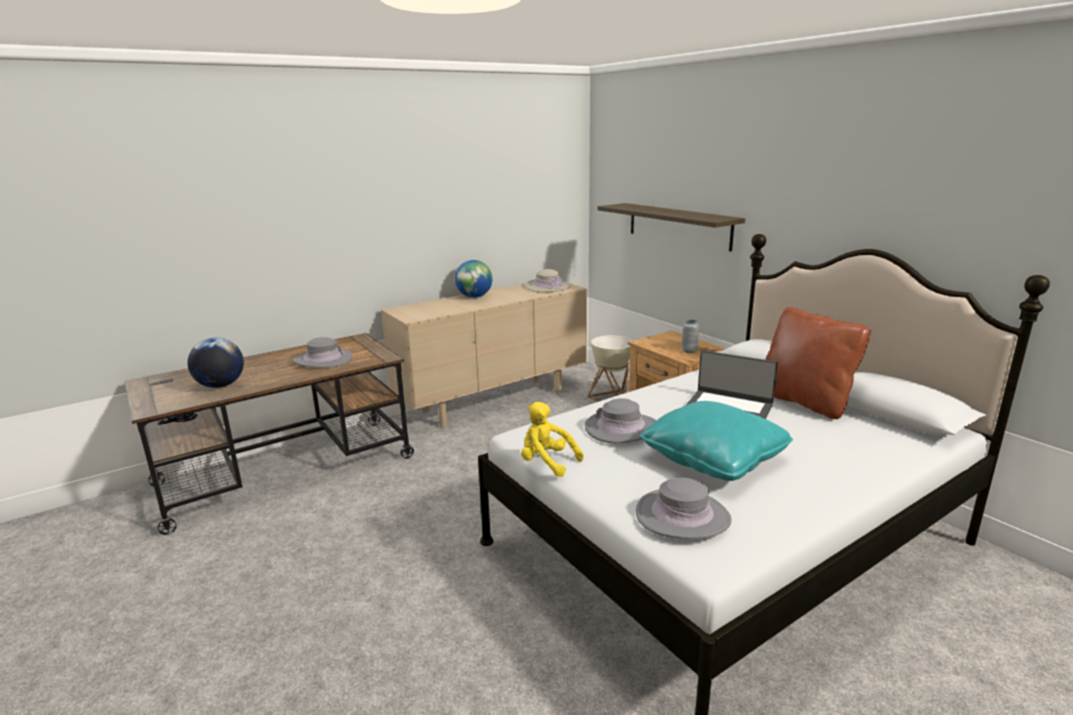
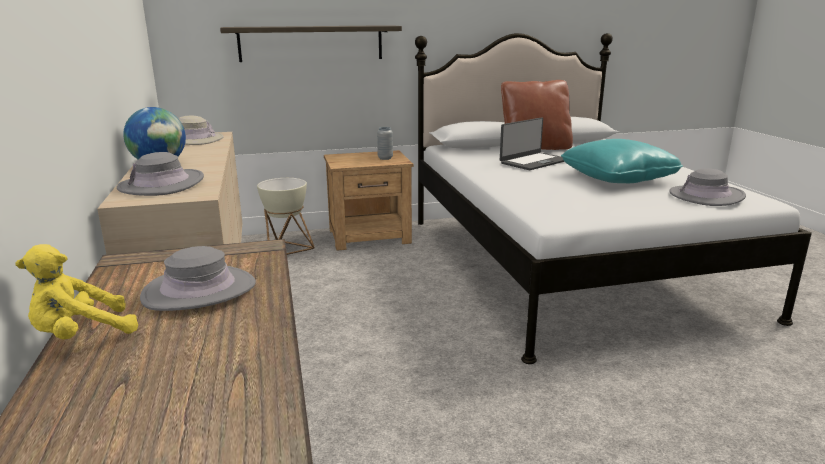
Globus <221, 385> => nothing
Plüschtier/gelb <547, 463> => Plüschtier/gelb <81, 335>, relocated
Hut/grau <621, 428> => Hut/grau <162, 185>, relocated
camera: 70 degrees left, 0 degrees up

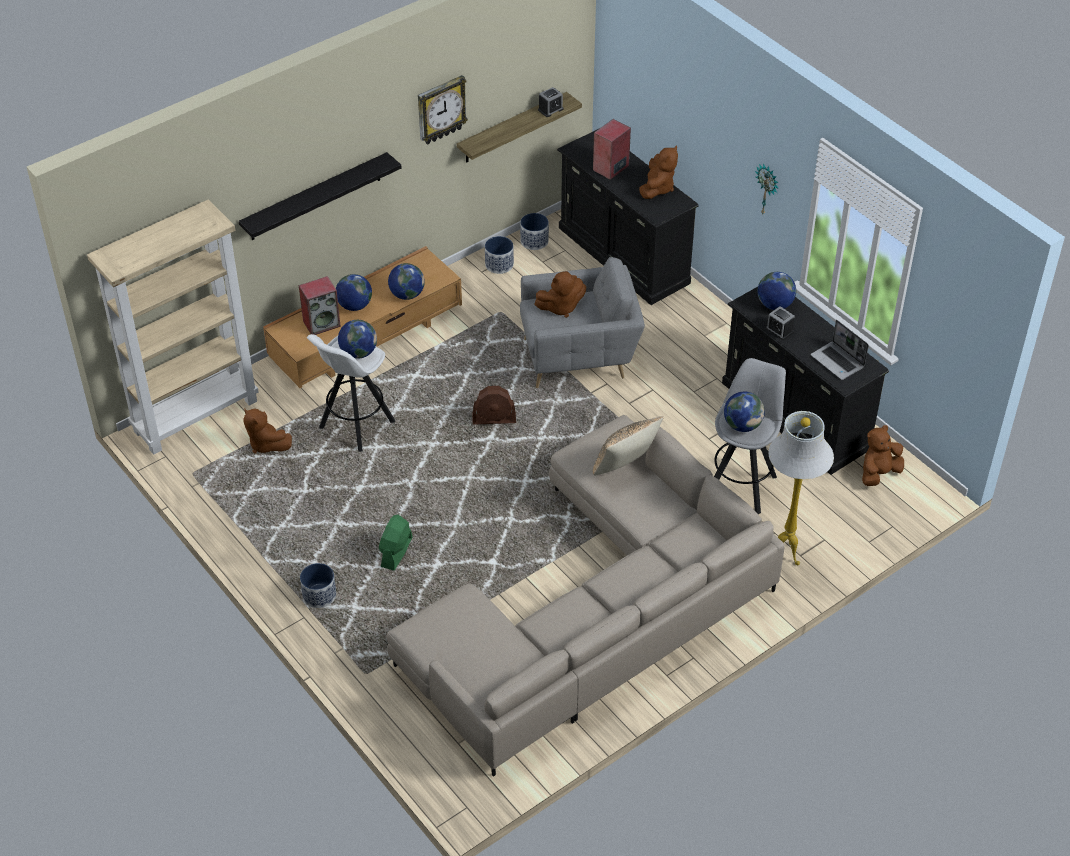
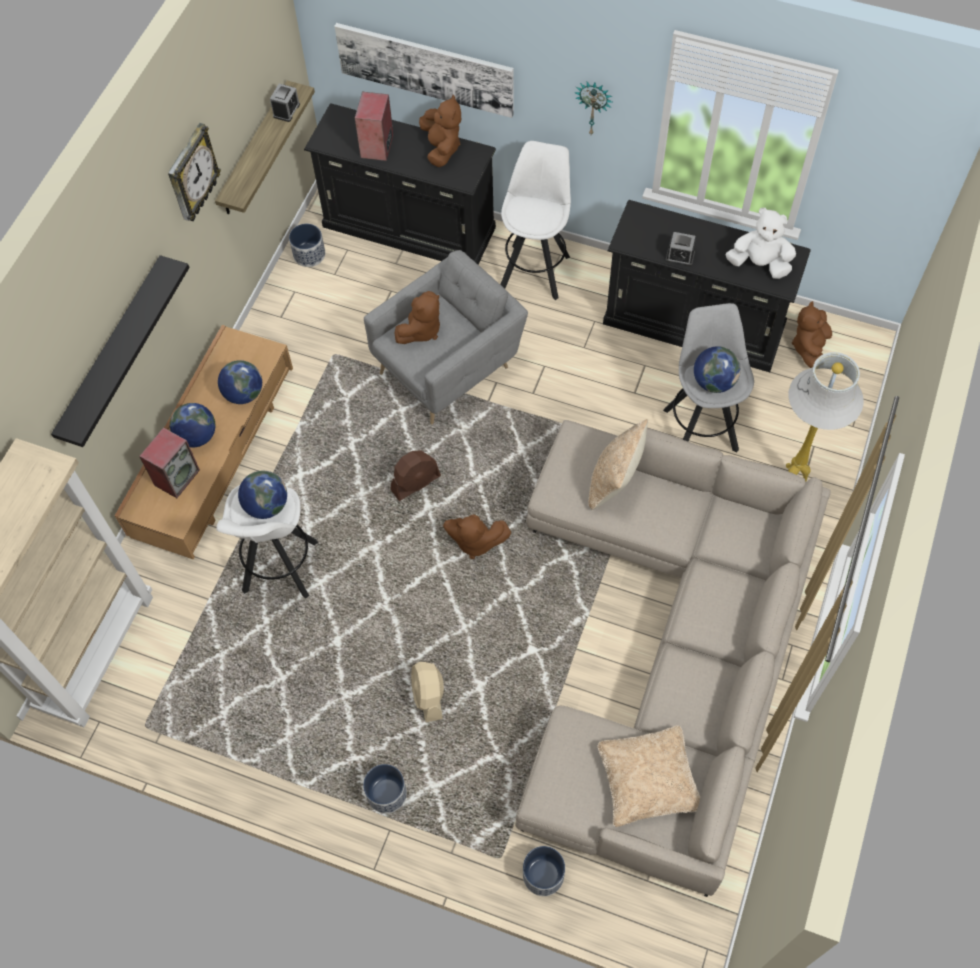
Plüschtier/braun <266, 444> => Plüschtier/braun <475, 541>, relocated
Ventilator/grün <396, 552> => Ventilator/beige <429, 695>
Pflanzkübel <499, 264> => Pflanzkübel <543, 875>, relocated
Globus <774, 305> => nothing
Laptop <838, 361> => Plüschtier/weiß <759, 264>
nothing => Bild <425, 68>
nothing => Hocker/weiß <536, 270>
nothing => Kissen/beige <647, 779>
camera: 30 degrees left, 15 degrees up

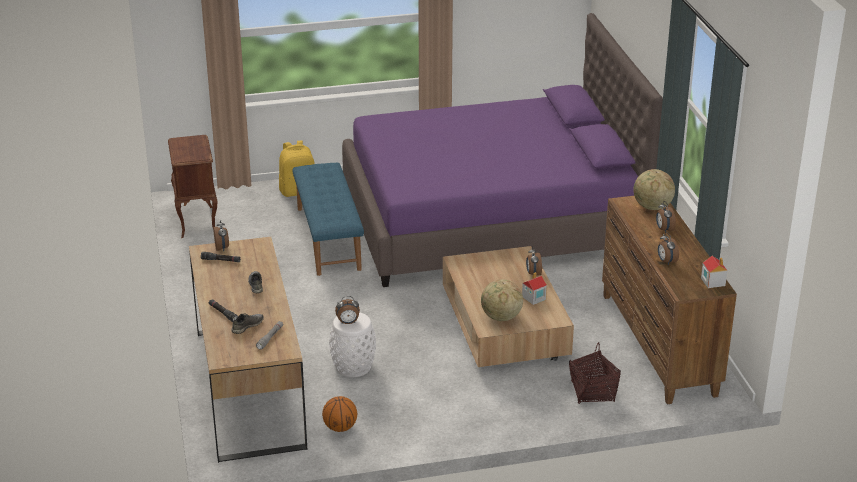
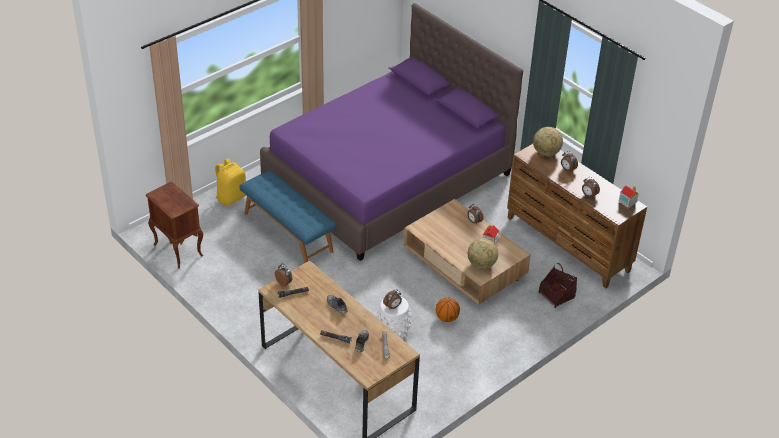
Basketball <340, 428> => Basketball <447, 318>, relocated
camera: 30 degrees left, 10 degrees up

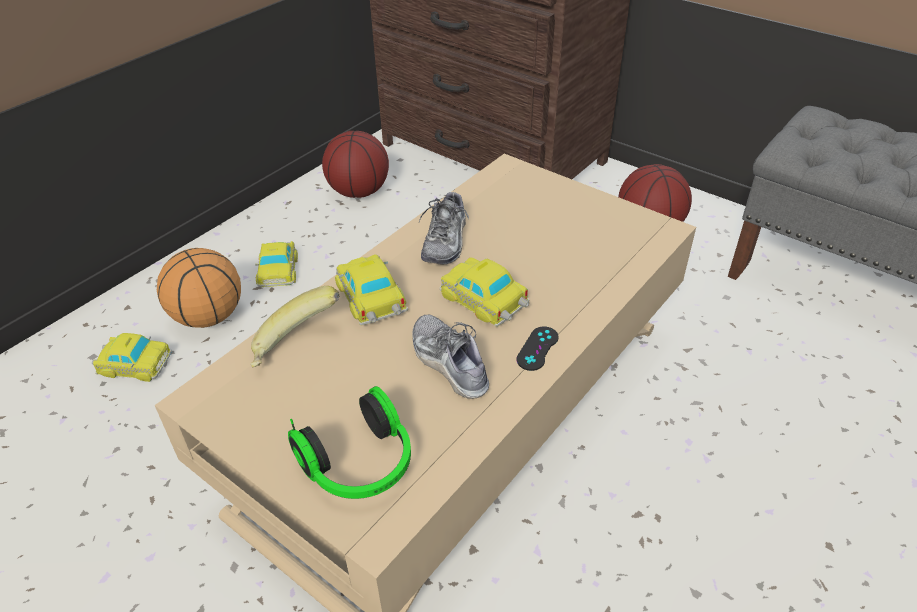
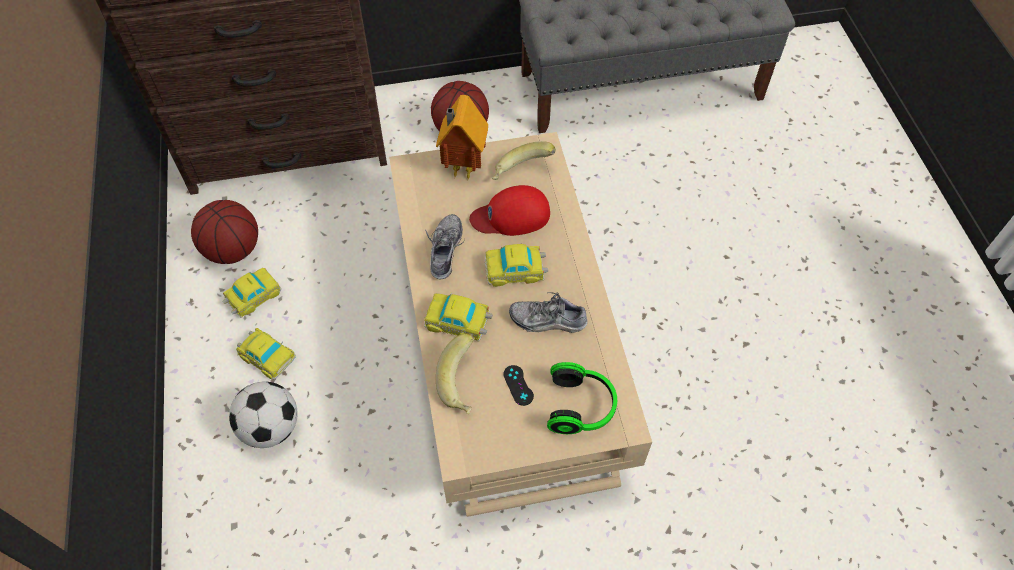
Spielzeugauto <133, 364> => Spielzeugauto <252, 296>, relocated
Basketball <209, 316> => Fußball <271, 427>
Schuh <445, 241> => Schuh <445, 250>, 135 degrees counterclockwise
Gamepad/schwarz <537, 348> => Gamepad/schwarz <518, 385>, relocated
nothing => Spielzeughaus <461, 167>
nothing => Kappe/rot <511, 215>
nothing => Banane <522, 173>
camera: 50 degrees left, 15 degrees up

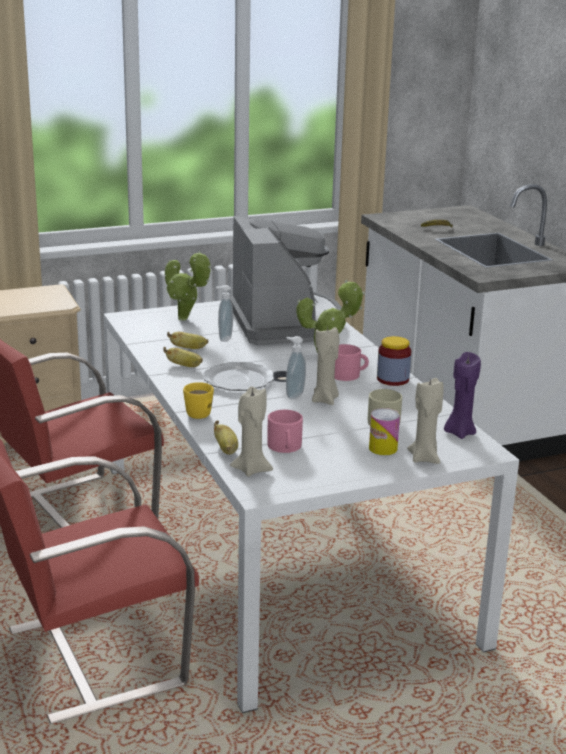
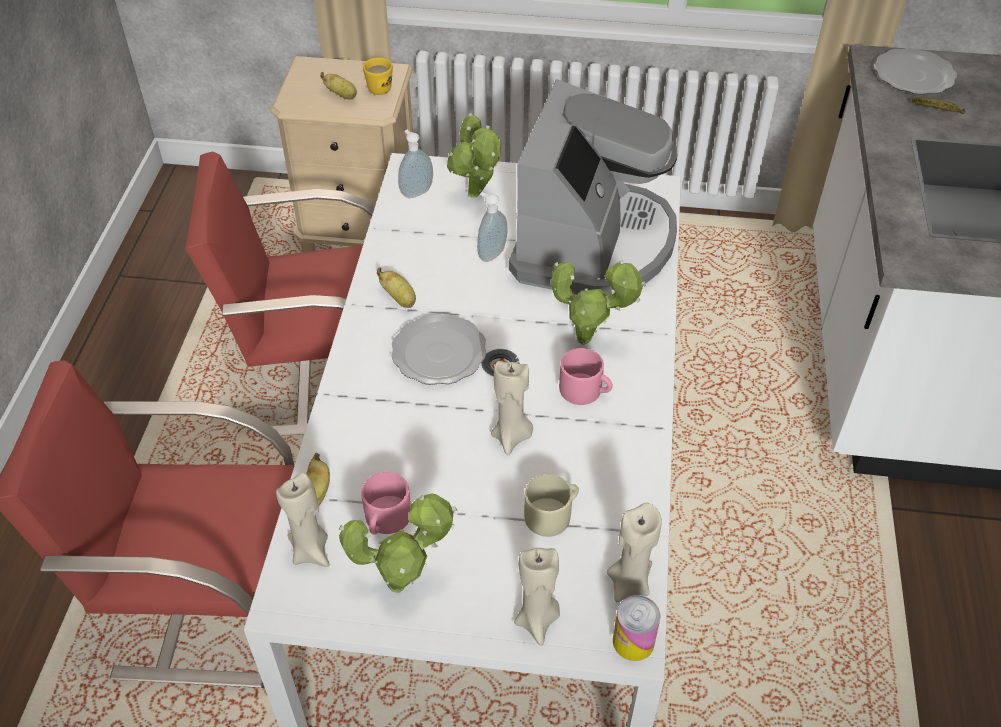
Banane <189, 348> => Banane <342, 95>, relocated
Henkelbecher/gelb <197, 412> => Henkelbecher/gelb <381, 86>, relocated
Seifenspender <293, 395> => Seifenspender <415, 191>, relocated
Dose <383, 448> => Dose <633, 641>, relocated
Vorratsglas <392, 379> => nothing
Kerze/lila <459, 432> => Kerze/beige <629, 582>
nothing => Topfpflanze <403, 583>
nothing => Teller <914, 75>
camera: 30 degrees right, 25 degrees up

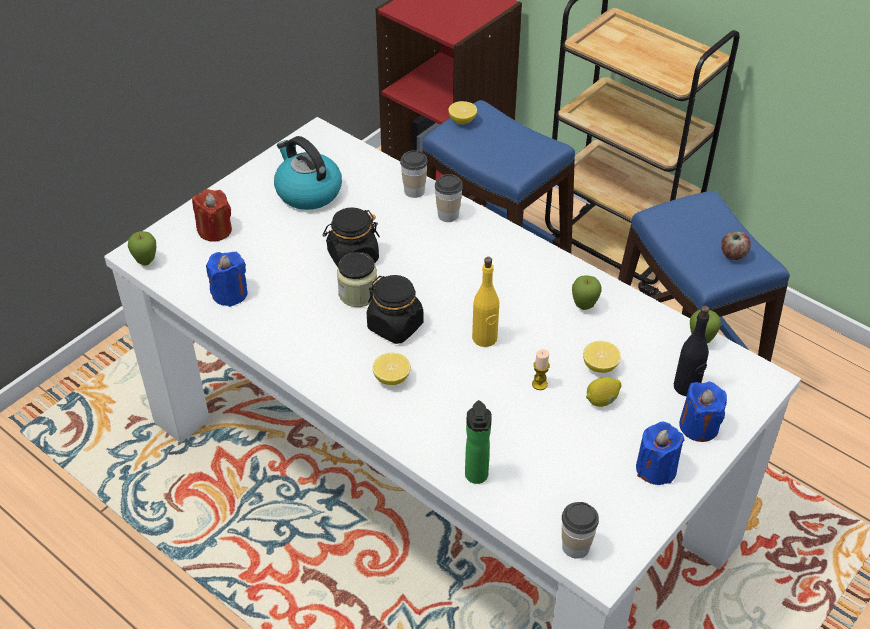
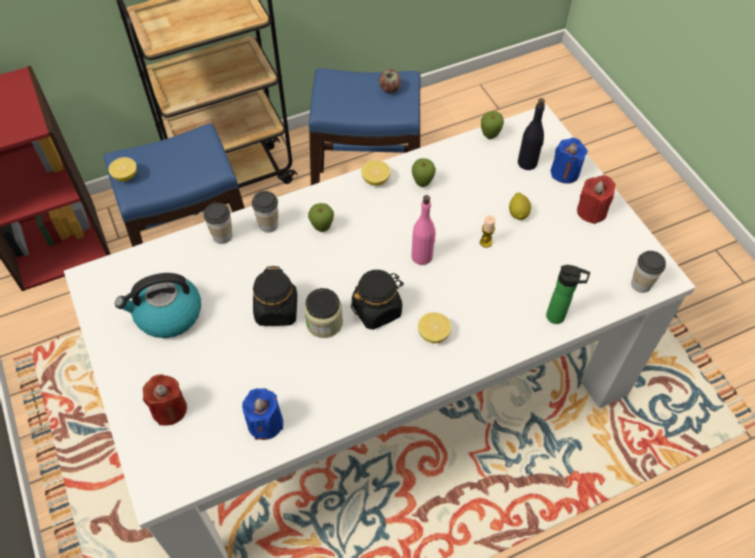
Apfel <146, 262> => Apfel <322, 228>, relocated
Flasche/gelb <485, 338> => Flasche/rosa <422, 256>
Zitrone <600, 366> => Zitrone <375, 180>, relocated
Kerze/blau <656, 469> => Kerze/rot <591, 211>
camera: 65 degrees left, 10 degrees up

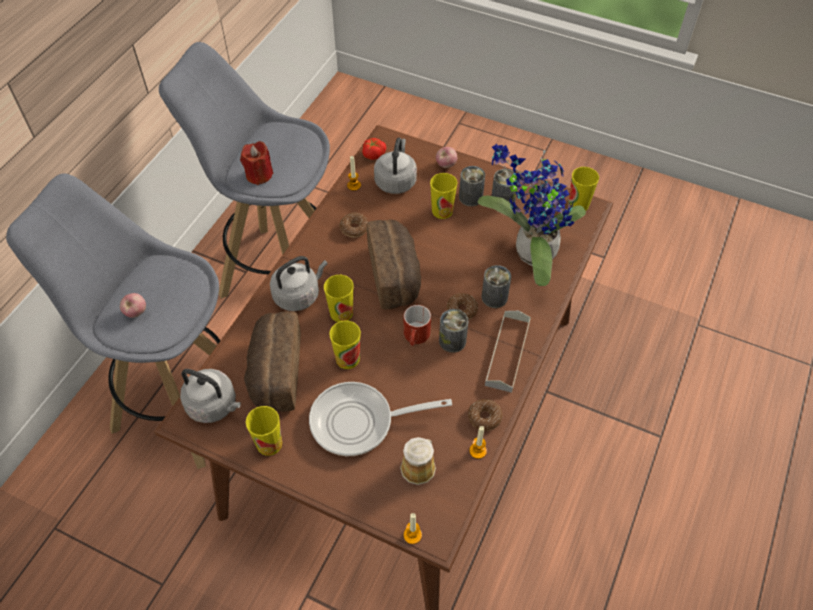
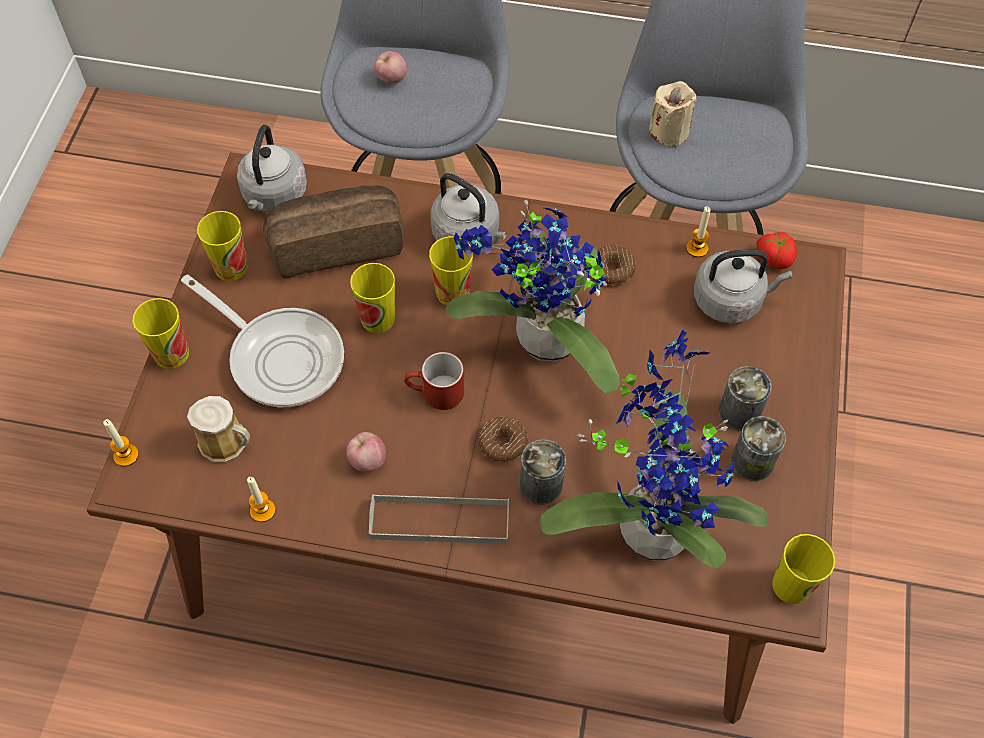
Kerze/rot <259, 175> => Kerze/beige <669, 130>
Pfanne <359, 422> => Pfanne <280, 356>, 150 degrees clockwise
Brot <396, 275> => Topfpflanze <541, 343>
Tasse <442, 211> => Tasse <171, 353>, relocated
Apfel <446, 165> => Apfel <367, 461>, relocated
Dose <452, 341> => nothing
Donut <484, 417> => nothing
camera: 75 degrees right, 5 degrees up

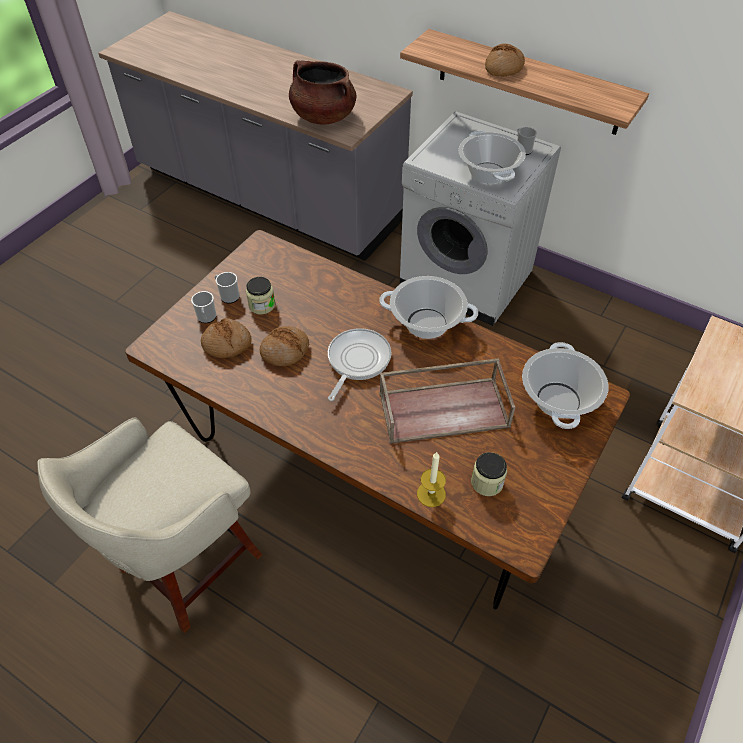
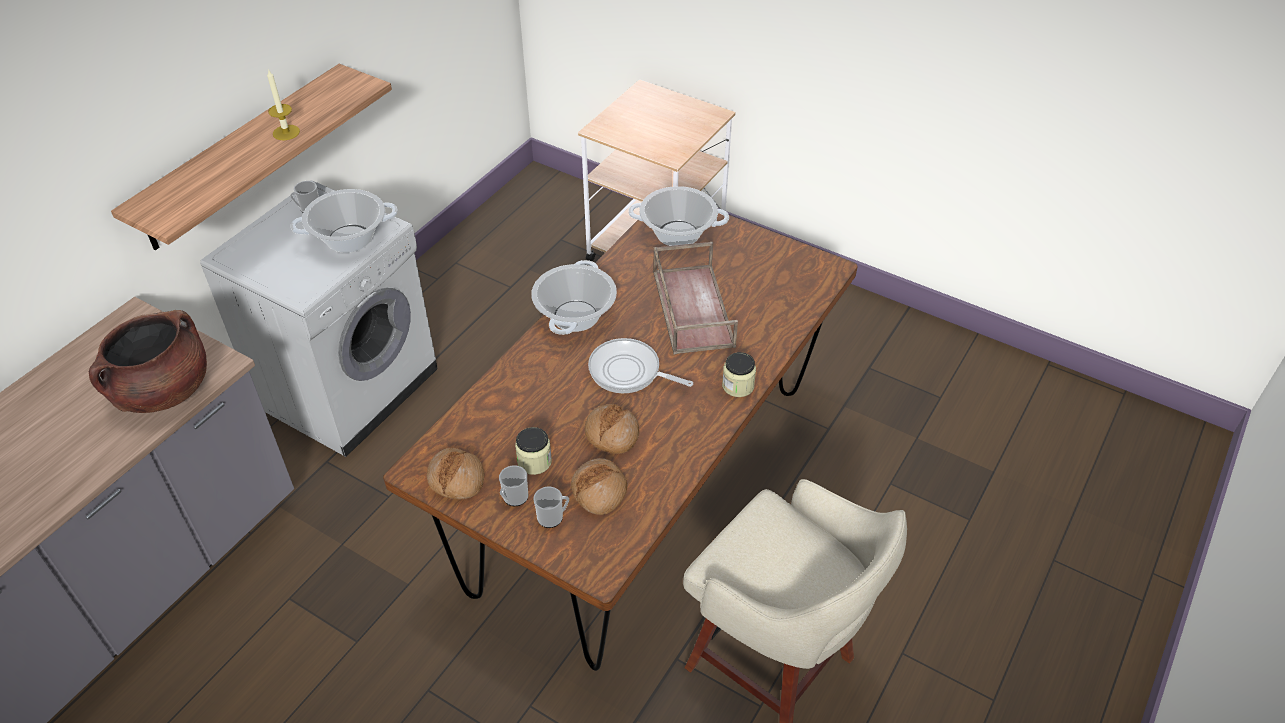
Kerze <431, 494> => Kerze <286, 132>, relocated
Vorratsglas <487, 482> => Vorratsglas <738, 386>, relocated
Brot <504, 68> => Brot <456, 479>, relocated
camera: 90 degrees left, 5 degrees down

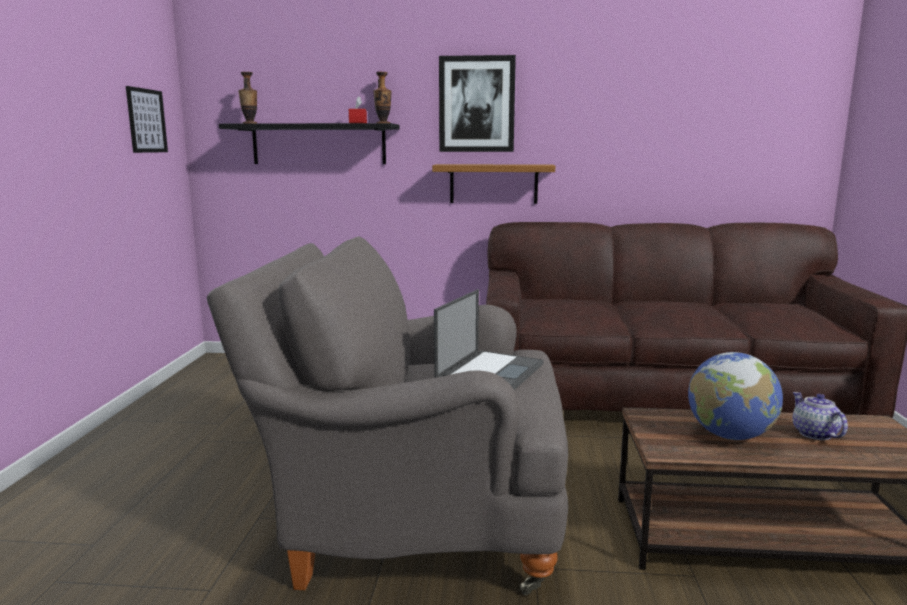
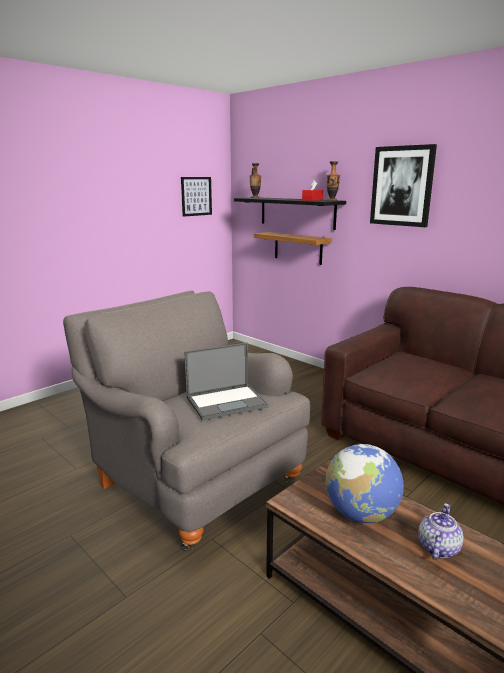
Wandregal <493, 183> => Wandregal <298, 248>, relocated
camera: 40 degrees right, 5 degrees up

